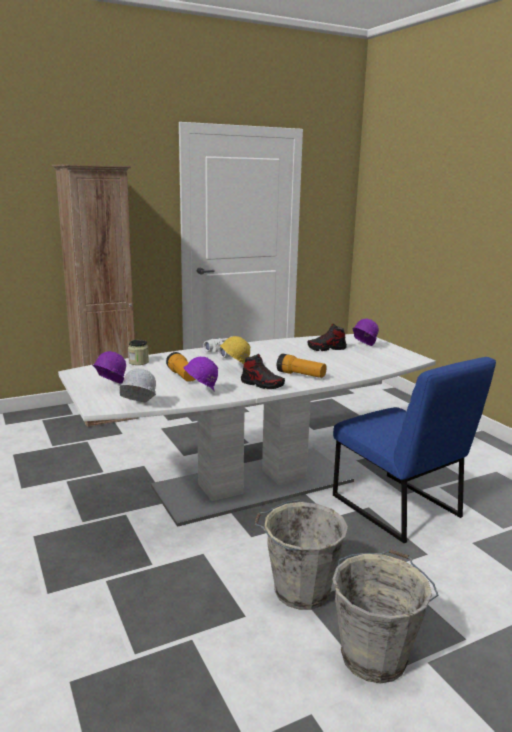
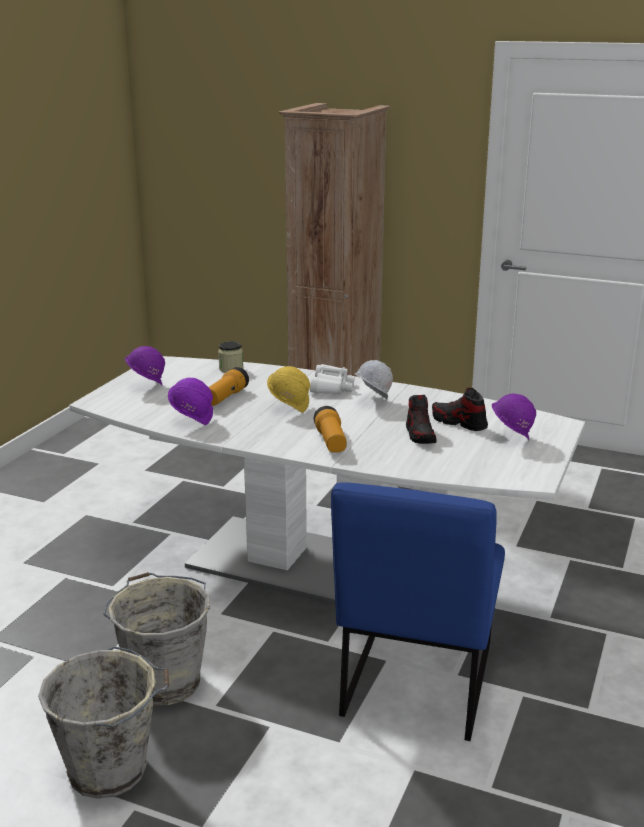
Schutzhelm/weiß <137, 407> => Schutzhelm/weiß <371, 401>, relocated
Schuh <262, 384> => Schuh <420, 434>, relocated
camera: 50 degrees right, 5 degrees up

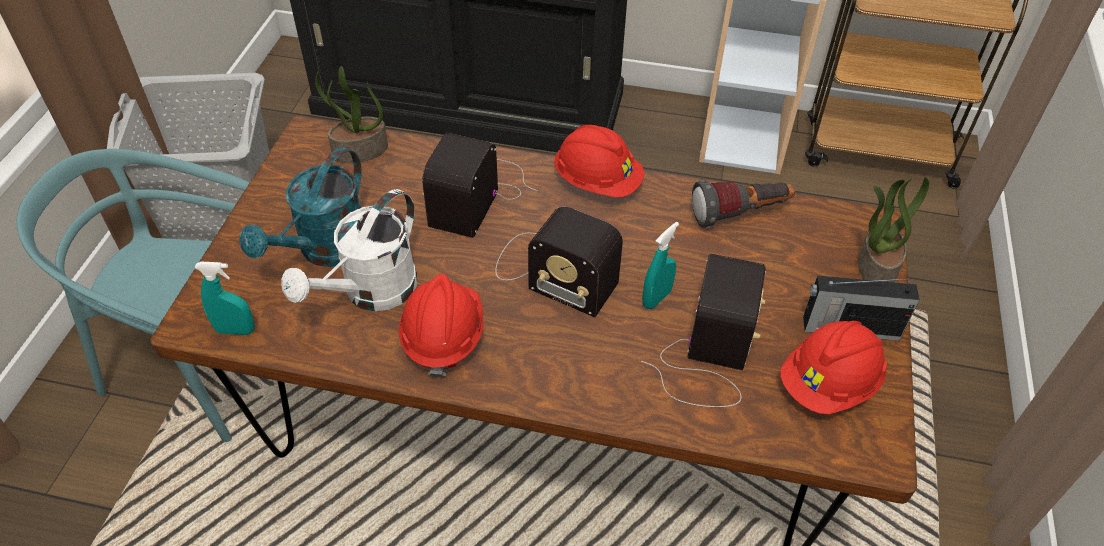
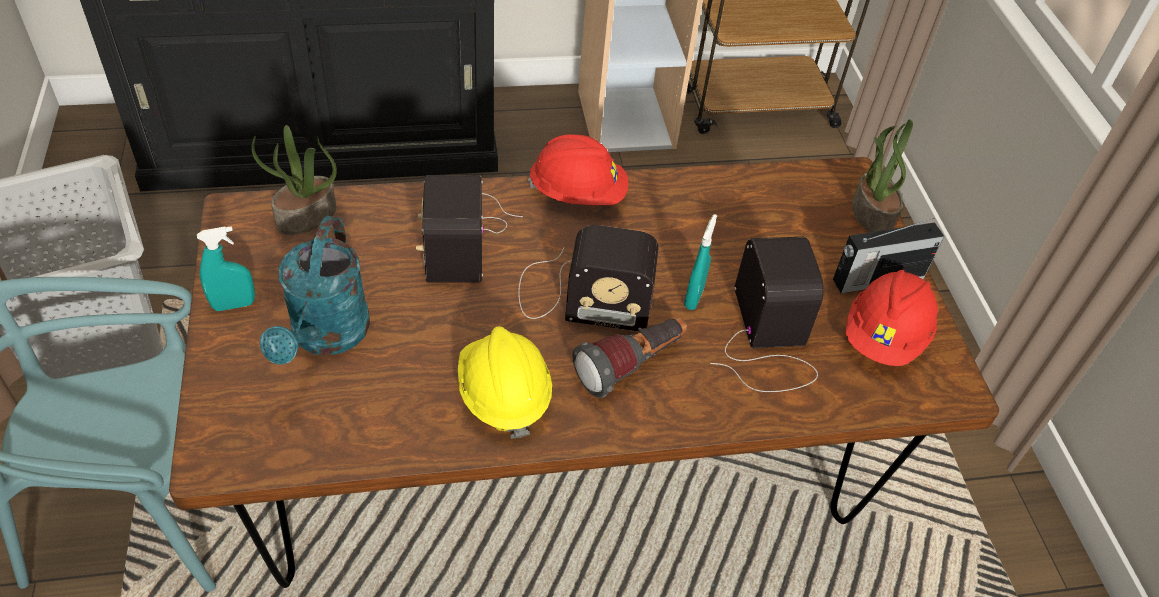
Sprühflasche/türkis <235, 330> => Sprühflasche/türkis <233, 304>, relocated
Gießkanne/weiß <371, 293> => nothing
Schutzhelm/rot <443, 337> => Schutzhelm/gelb <503, 395>
Taschenlampe <740, 215> => Taschenlampe <631, 366>, relocated
camera: 25 degrees left, 0 degrees up

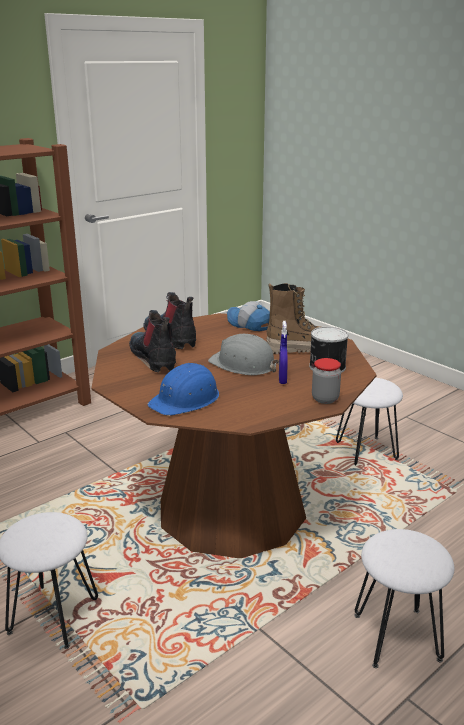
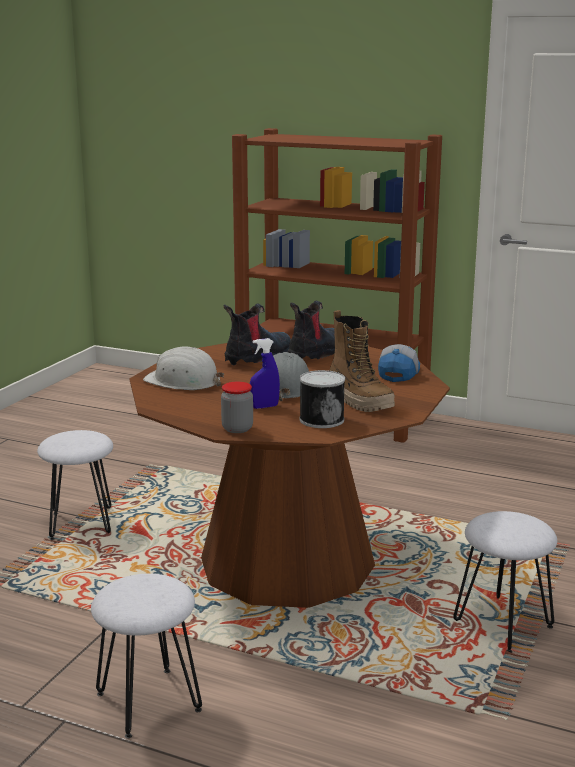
Schutzhelm/blau <186, 399> => Schutzhelm/weiß <183, 381>
camera: 65 degrees right, 5 degrees down

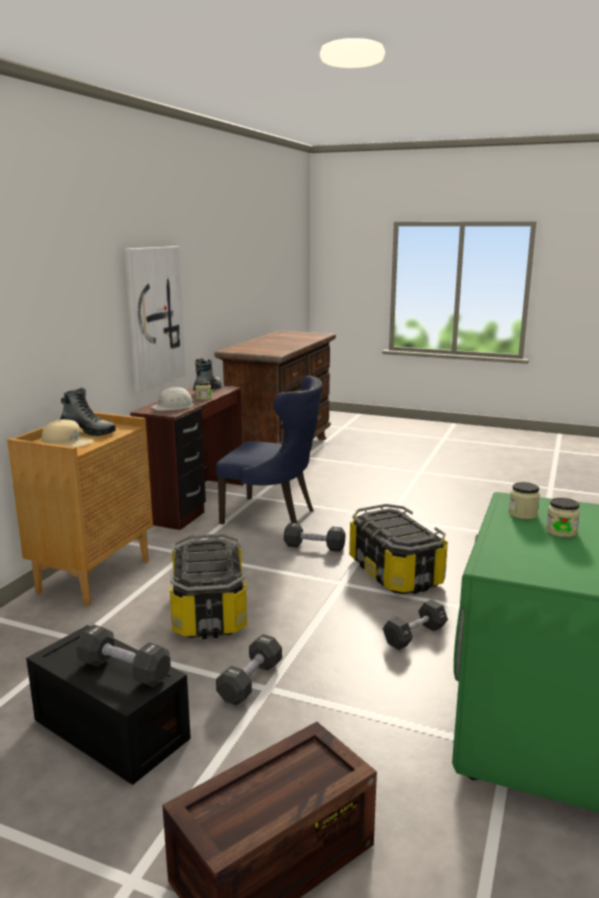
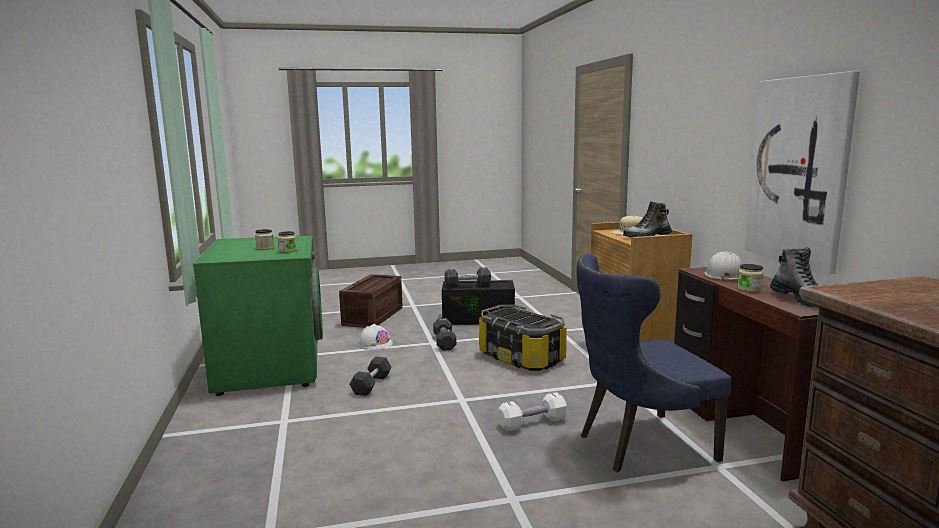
Hantel/schwarz <314, 547> => Hantel/weiß <532, 423>
Aufbewahrungsbox <396, 572> => nothing
nothing => Schutzhelm/weiß <375, 343>
camera: 145 degrees right, 5 degrees down

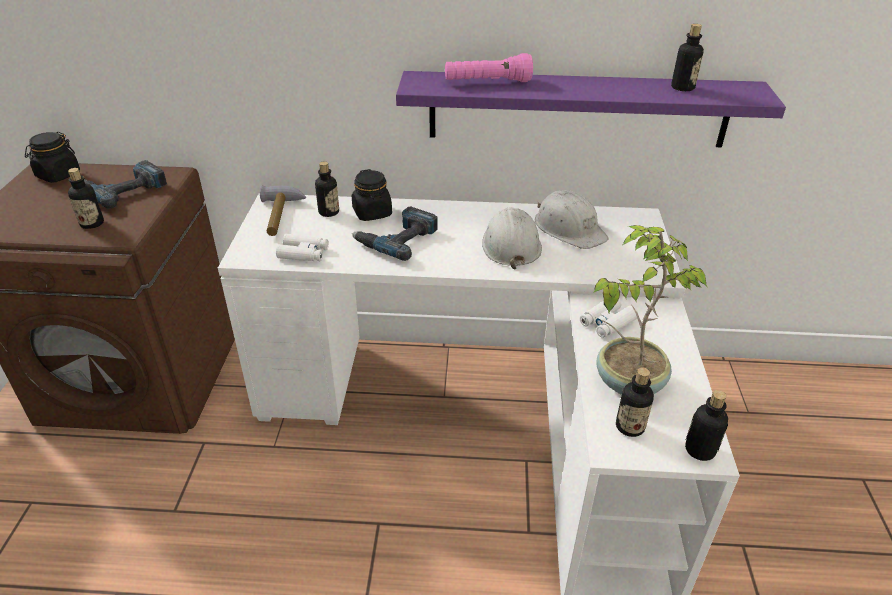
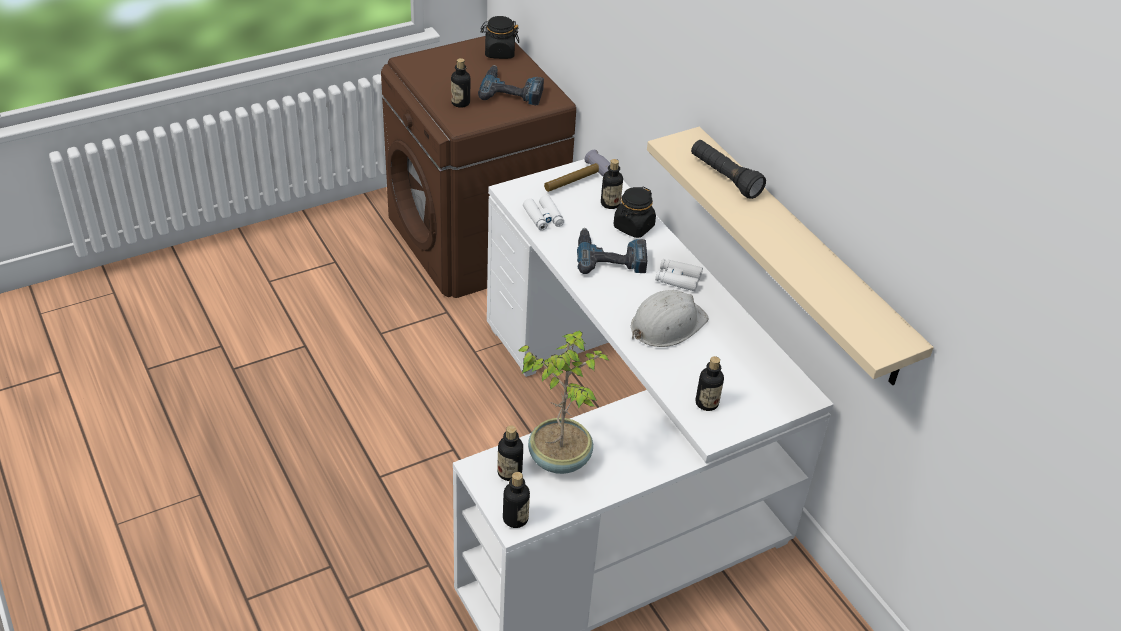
Wandregal/lila <578, 109> => Wandregal/beige <798, 254>
Taschenlampe/rosa <487, 82> => Taschenlampe/schwarz <724, 178>
Schutzhelm/weiß <569, 228> => nothing
Fernglas/weiß <607, 322> => Fernglas/weiß <678, 279>, relocated
Flasche <682, 87> => Flasche <706, 403>, relocated
camera: 55 degrees right, 5 degrees up

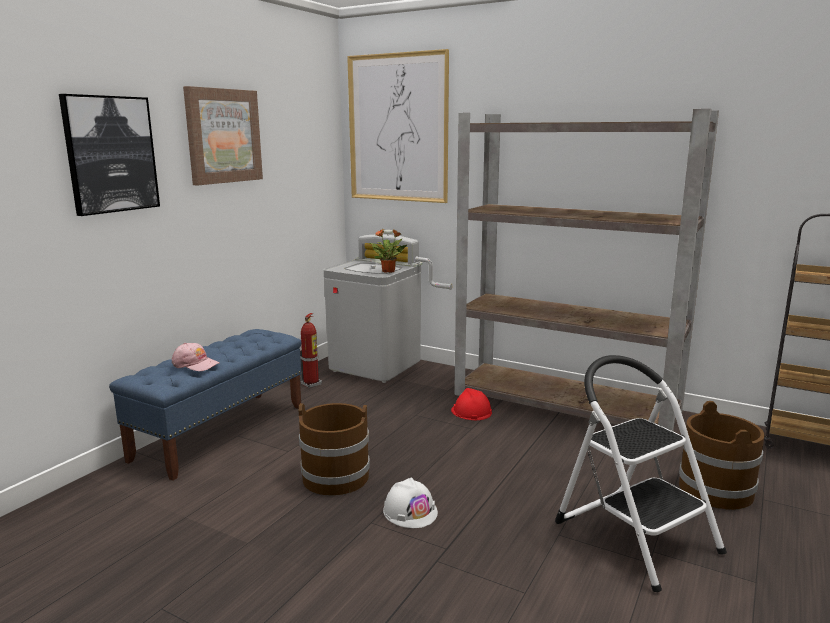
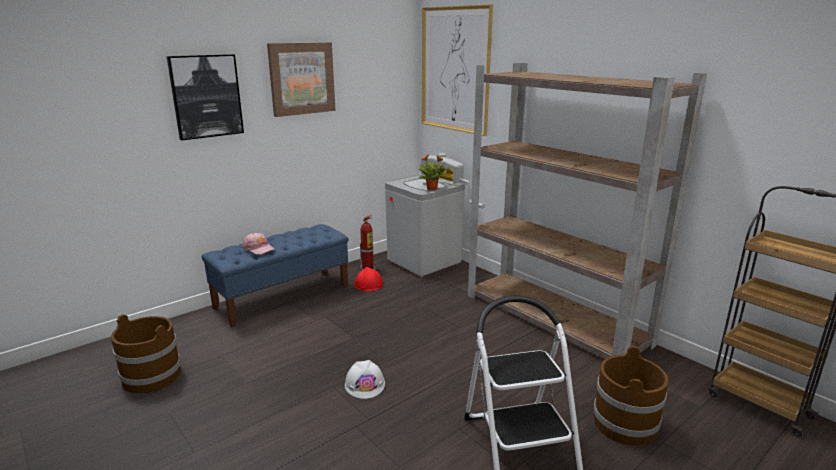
Eimer/braun <336, 477> => Eimer/braun <152, 376>, relocated
Schutzhelm/rot <471, 411> => Schutzhelm/rot <368, 284>, relocated
camera: 20 degrees right, 5 degrees up

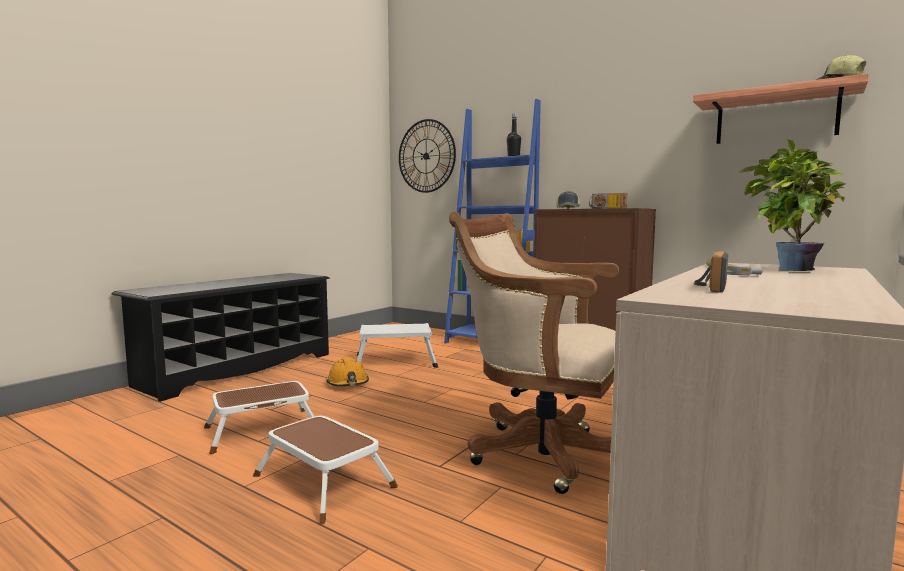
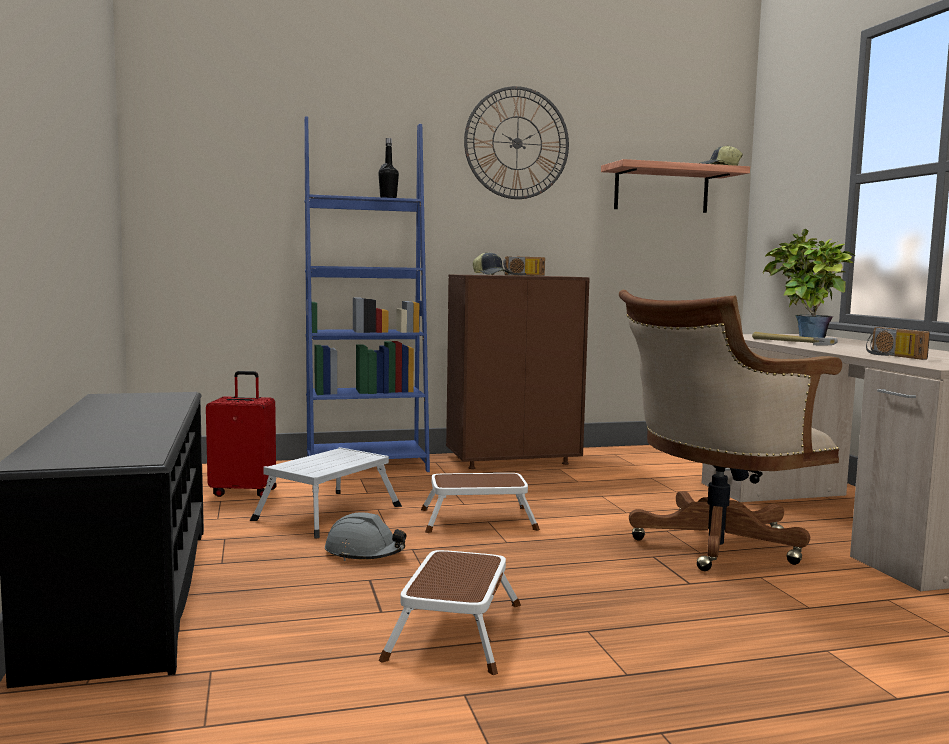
Trittleiter/braun <324, 481> => Trittleiter/braun <478, 519>, relocated
Schutzhelm/orange <348, 383> => Schutzhelm/grau <364, 553>
Wanduhr <426, 156> => Wanduhr <517, 143>, relocated
nothing => Koffer/rot <244, 492>
camera: 50 degrees left, 0 degrees up

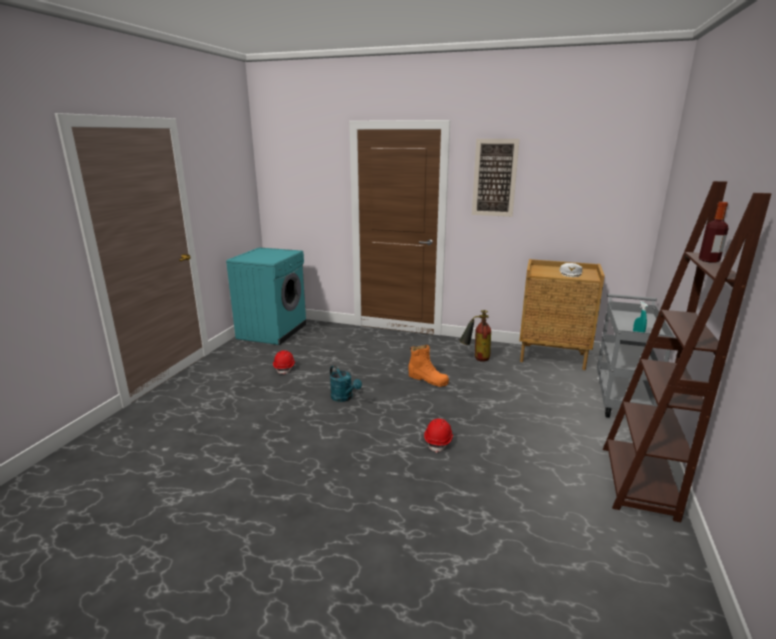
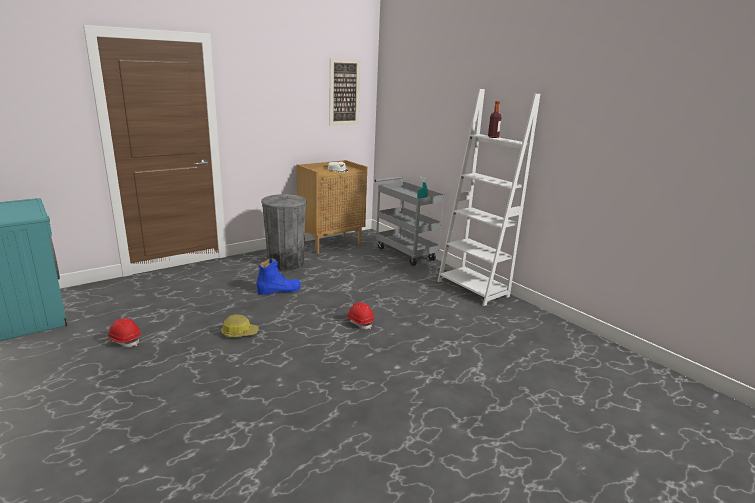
Gießkanne/türkis <344, 398> => Schutzhelm <239, 333>
Stiefel/orange <428, 379> => Stiefel/blau <279, 290>
Feuerlöscher <475, 359> => Mülleimer/grau <285, 263>
Bild <494, 178> => Bild <344, 92>, relocated
Bücherregal/braun <638, 482> => Bücherregal/weiß <472, 289>
camera: 55 degrees left, 0 degrees up

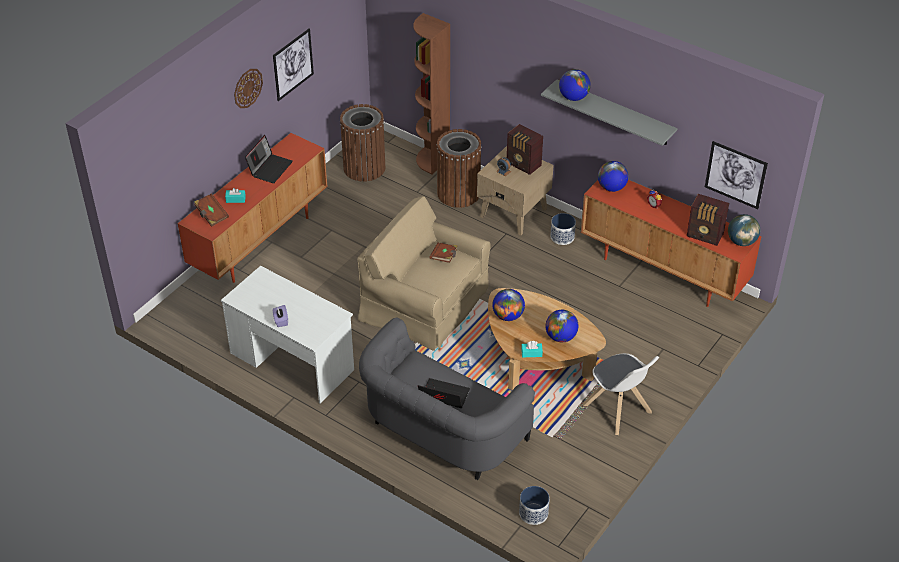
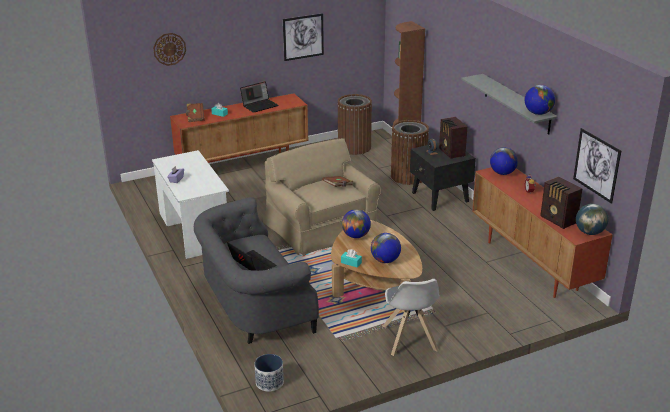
Wanduhr <247, 88> => Wanduhr <169, 49>, relocated
Nachttisch/beige <514, 213> => Nachttisch/schwarz <440, 197>
Pflanzkübel <562, 237> => nothing
Globus <573, 97> => Globus <538, 113>, relocated
camera: 30 degrees right, 15 degrees down

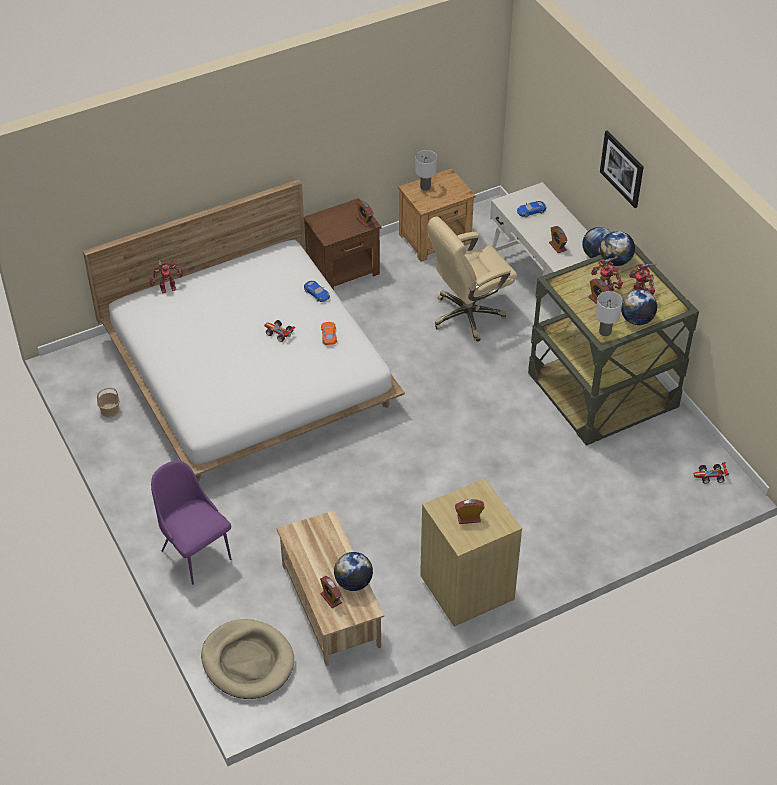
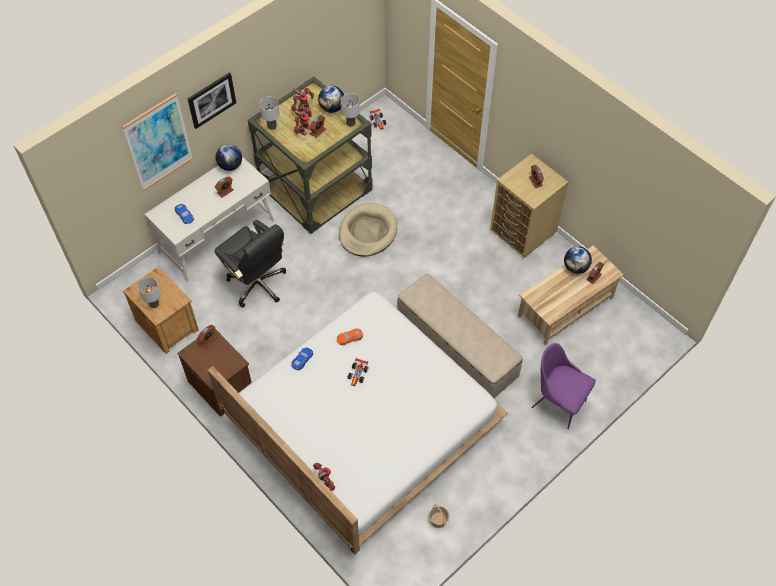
Stuhl/lila <195, 555> => Stuhl/lila <558, 404>, 90 degrees clockwise
Hundebett/beige <248, 661> => Hundebett/beige <367, 232>, relocated
Bürostuhl/beige <469, 314> => Bürostuhl/schwarz <256, 283>
Globus <615, 261> => Tischlampe/weiß <272, 127>
nothing => Bild <158, 142>
nothing => Bank/beige <456, 345>
camera: 105 degrees left, 10 degrees up

